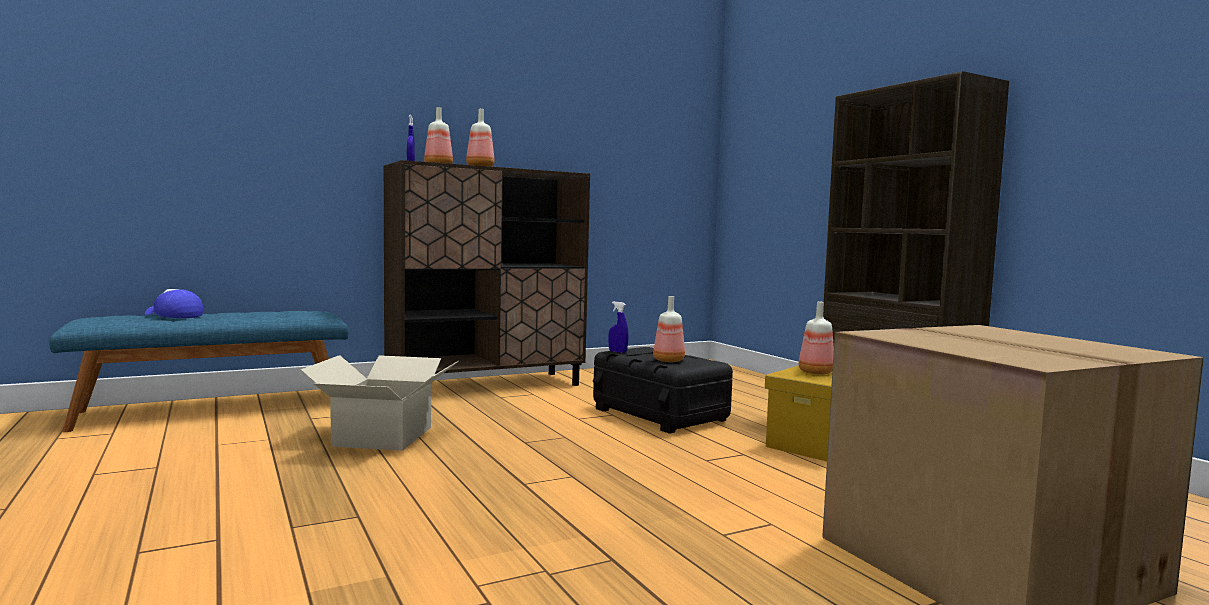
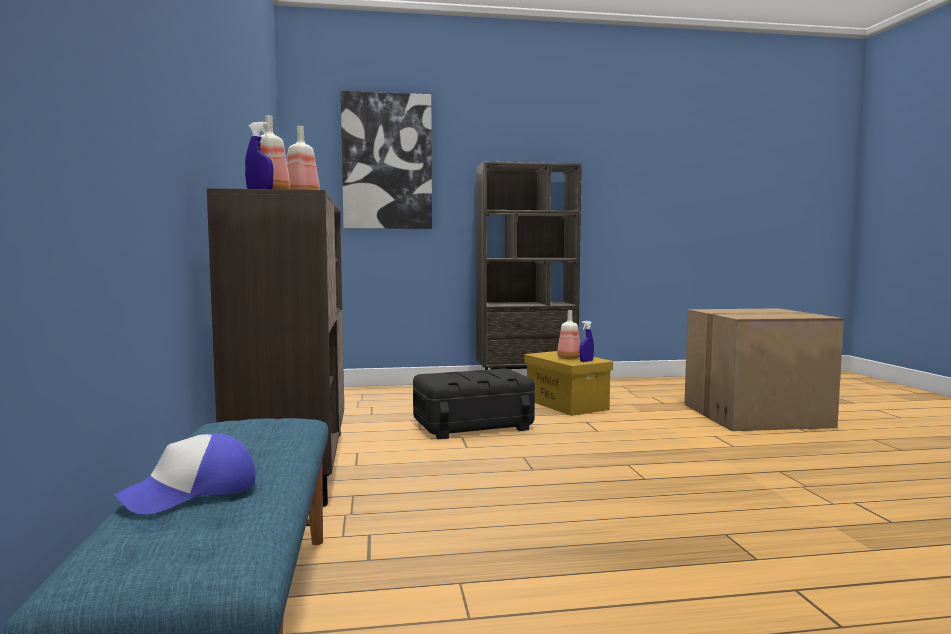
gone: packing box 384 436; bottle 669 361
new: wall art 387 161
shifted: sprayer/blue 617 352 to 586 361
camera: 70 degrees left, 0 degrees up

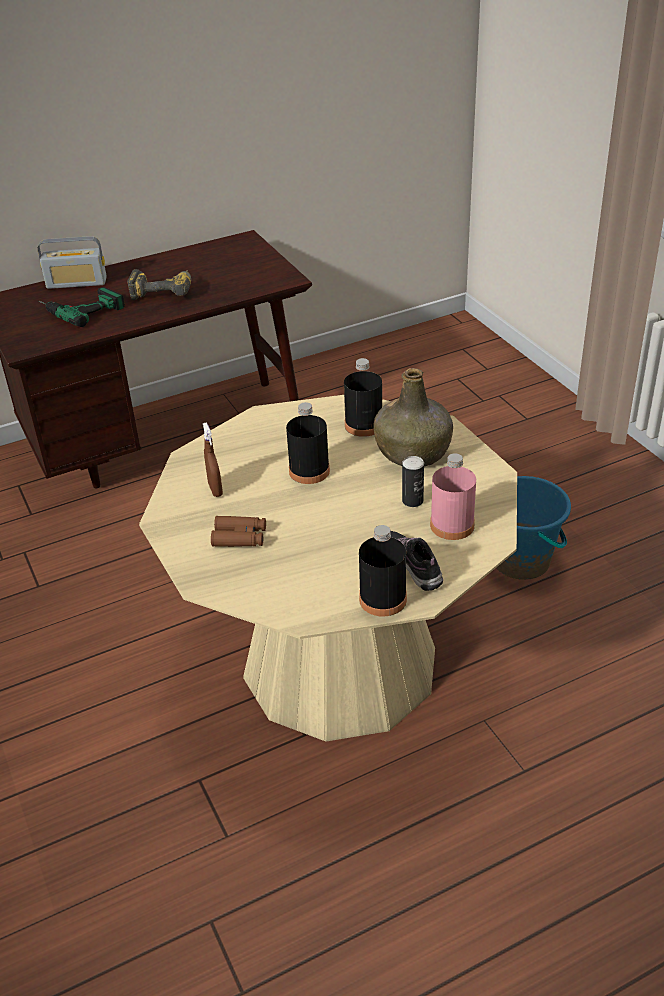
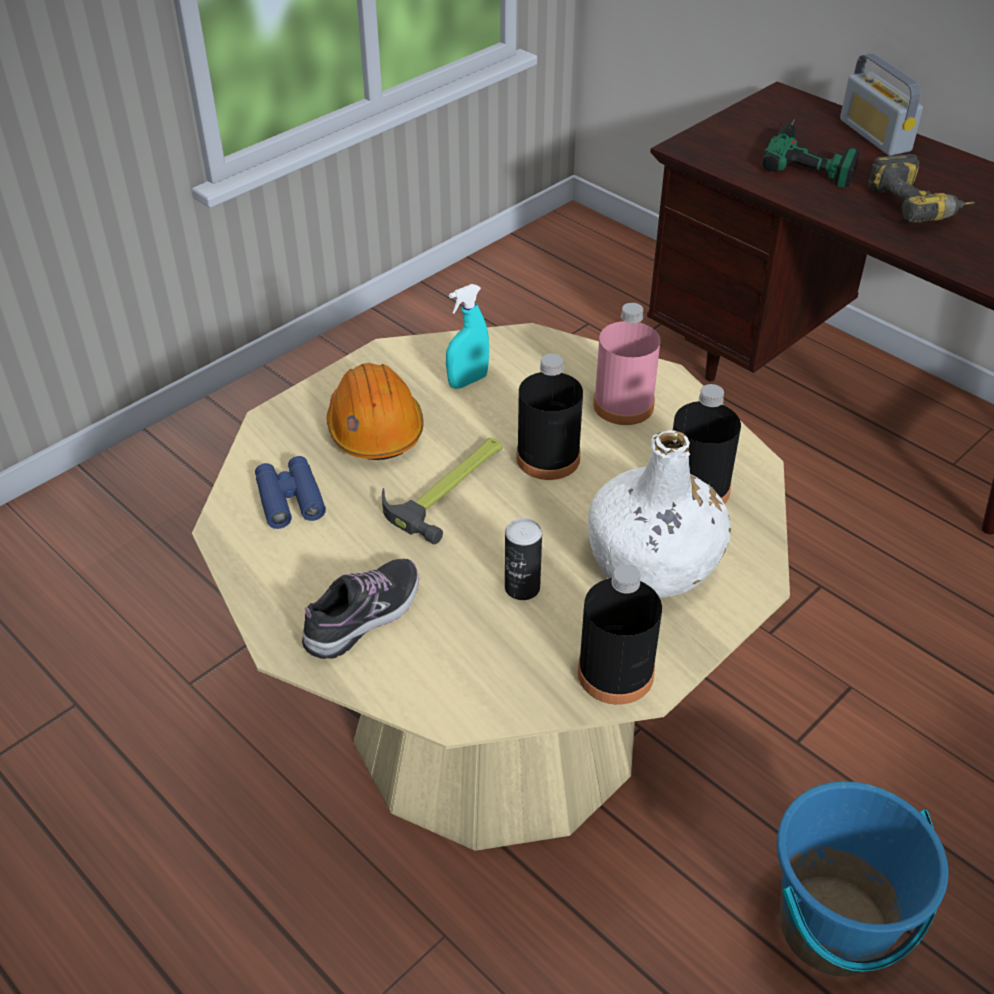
new: binoculars/blue 290 499; tool hammer 450 487
shifted: bottle/black 383 599 to 615 673; bottle/pink 452 525 to 623 405
swapped: binoculars/brown-coloured 239 537 to work helmet/orangey 375 428
repainted: sprayer/brown-coloured 215 489 to sprayer/turquoise-coloured 468 381; bottle/greenish 413 451 to bottle/white 654 563
camera: 70 degrees right, 5 degrees up

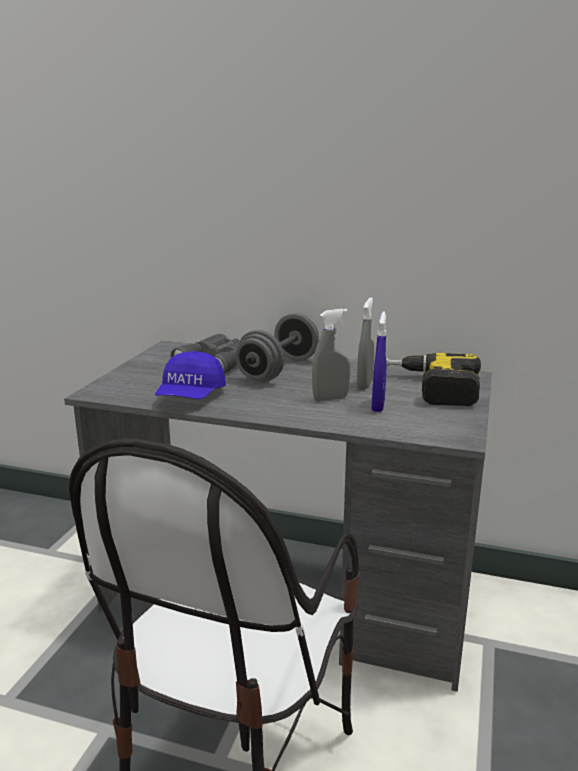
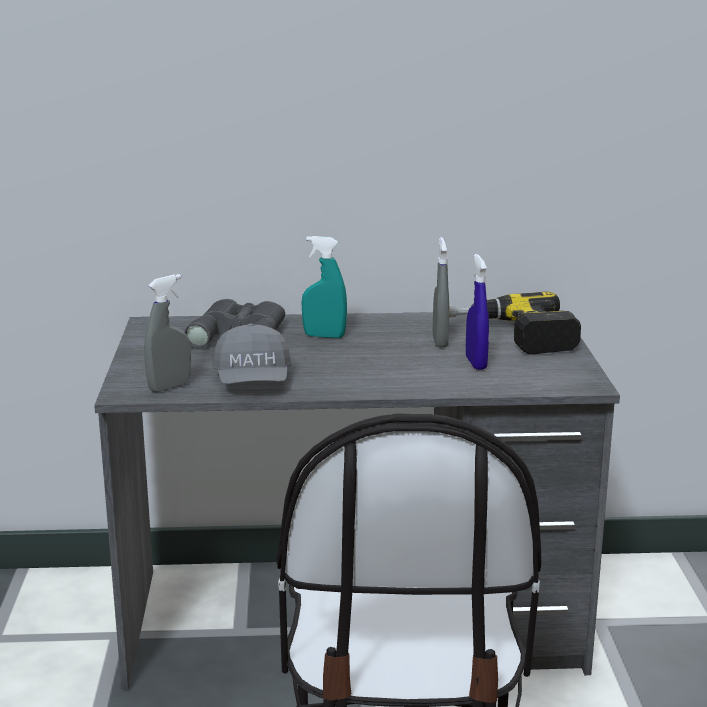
shifted: sprayer/greyish 330 398 to 169 387
swapped: hand weight/greyish 279 369 to sprayer/turquoise-coloured 324 336
repainted: baseball cap/blue 190 396 to baseball cap/greyish 253 381
camera: 20 degrees left, 0 degrees up

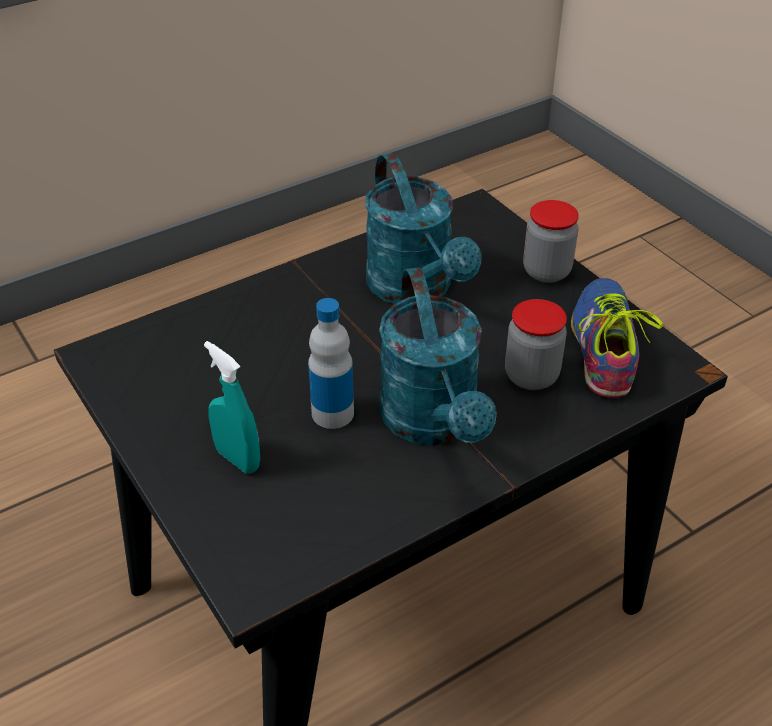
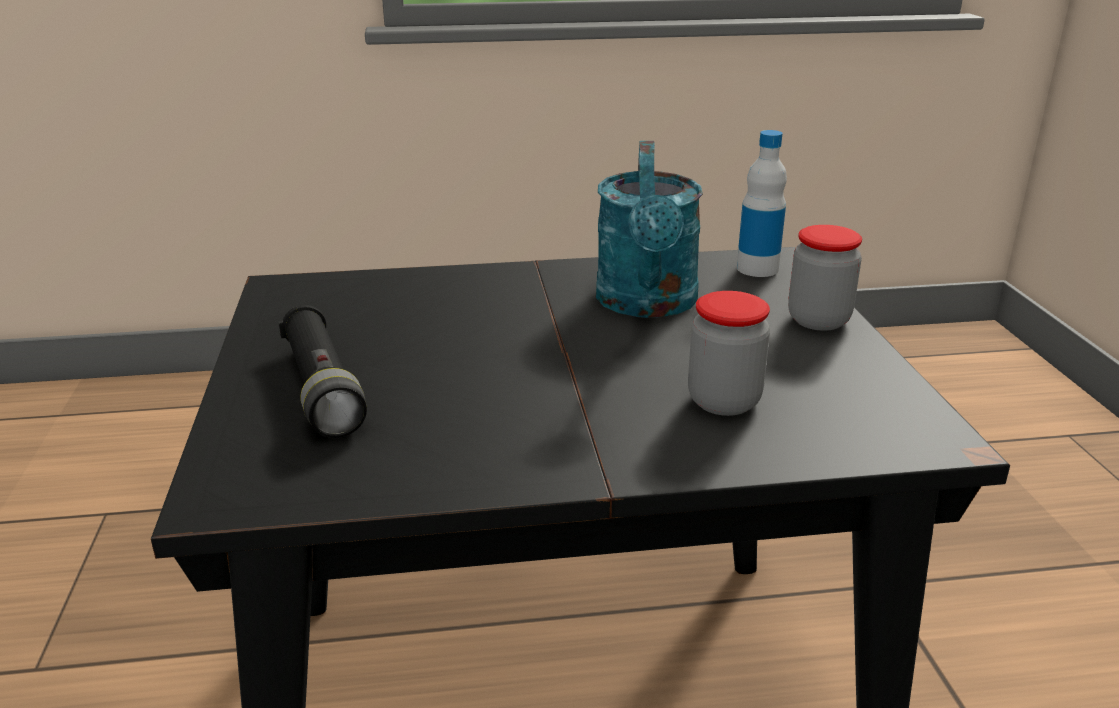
gone: sprinkling can/turquoise-coloured 435 424; shoe 603 345
shifted: bottle 332 413 to 757 268
swapped: sprayer/turquoise-coloured 237 459 to torch/black 322 390
camera: 25 degrees right, 15 degrees down

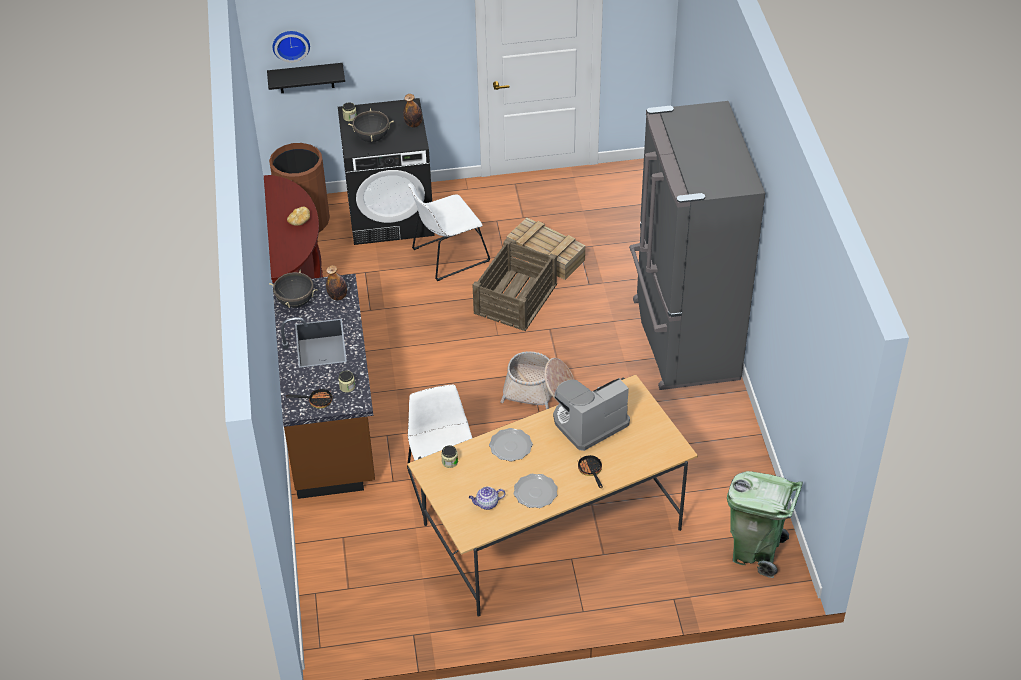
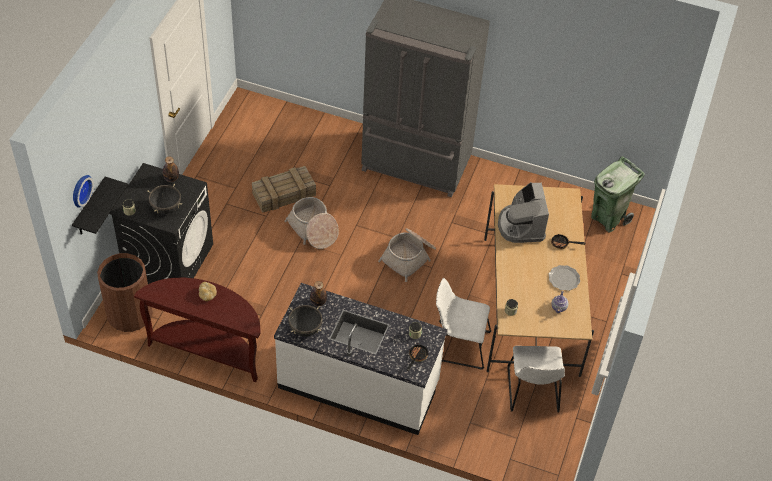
gone: flat dish 511 446
shifted: upright chair/white 447 256 to 533 392
swapped: shipping crate 514 298 to storage basket 313 230
repainted: counter/brown-coloured 331 423 to counter/white 358 385
camera: 65 degrees left, 5 degrees up

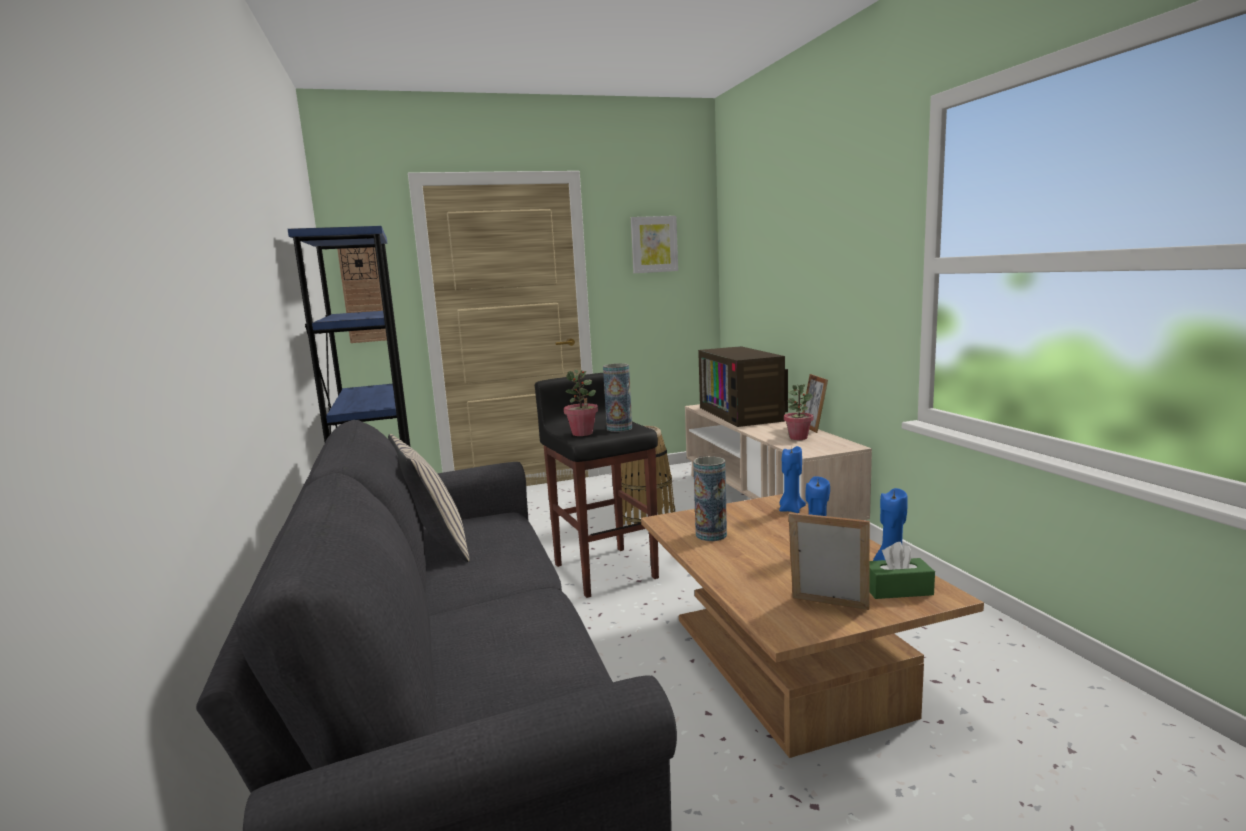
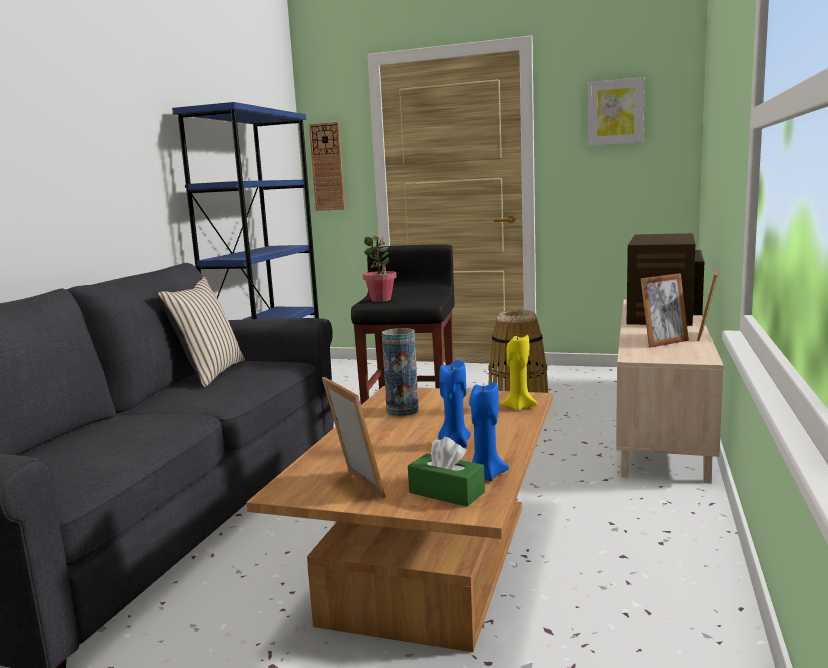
gone: decorative vase 619 428
swapped: plant in a pot 798 437 to picture frame 664 342
repainted: wax light/blue 791 510 to wax light/yellowish 518 407
camera: 35 degrees right, 0 degrees up

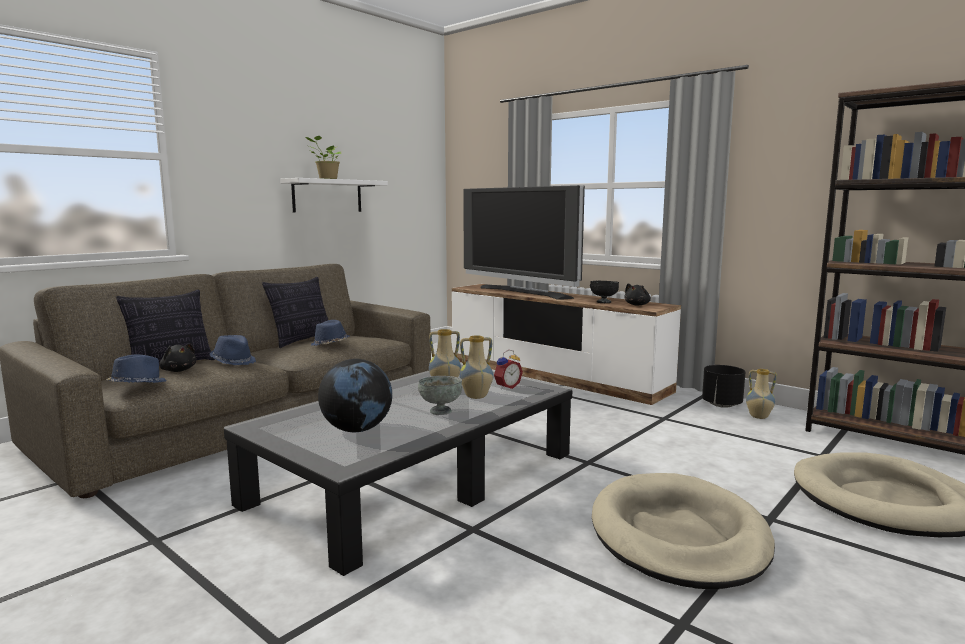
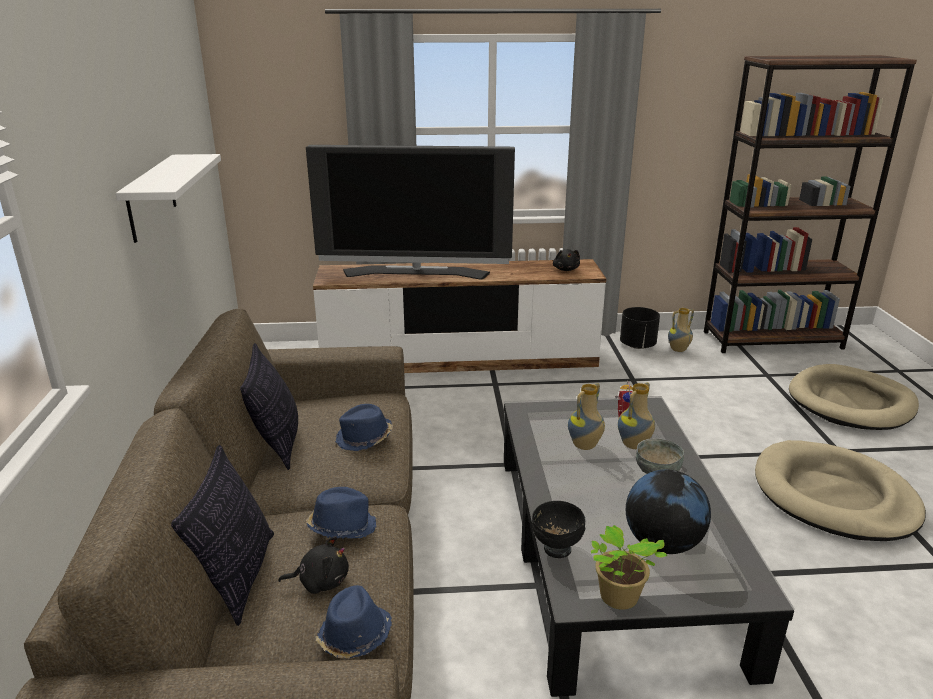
shifted: plant in a pot 326 179 to 618 599; deep dish/black 603 302 to 556 548
camera: 45 degrees left, 15 degrees up

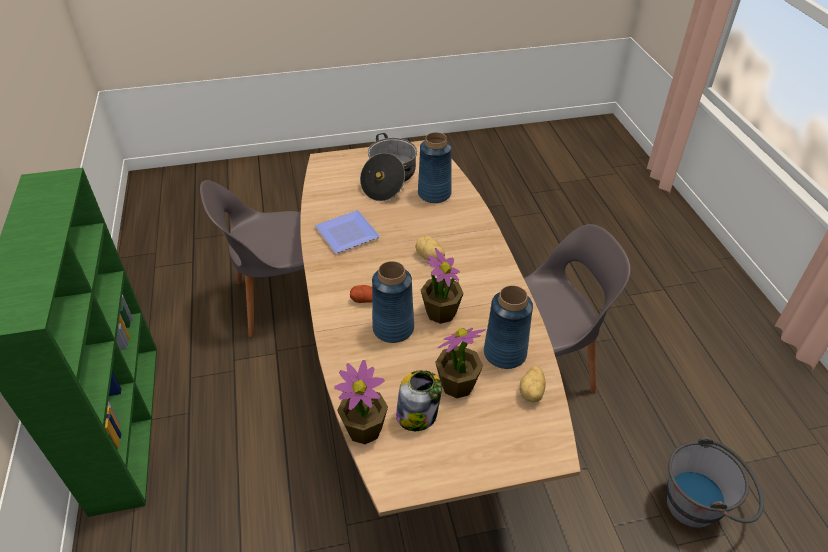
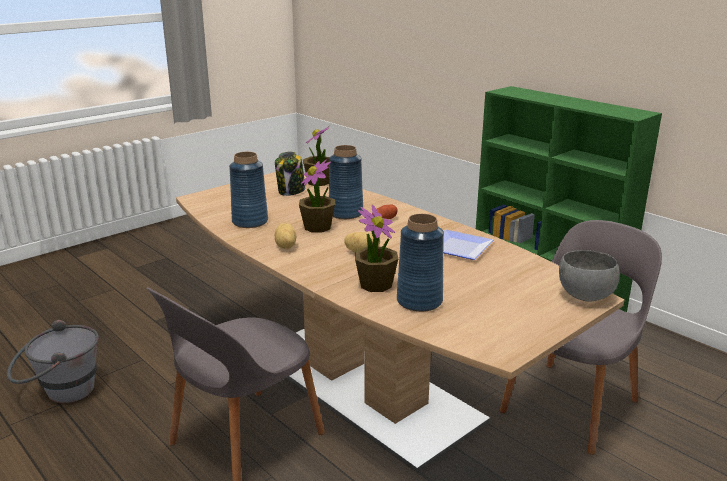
gone: cooking pot 389 179
new: deep dish/greyish 584 296
shifted: plant in a pot 457 385 to 375 284; potato 532 392 to 285 246
camera: 150 degrees right, 20 degrees down

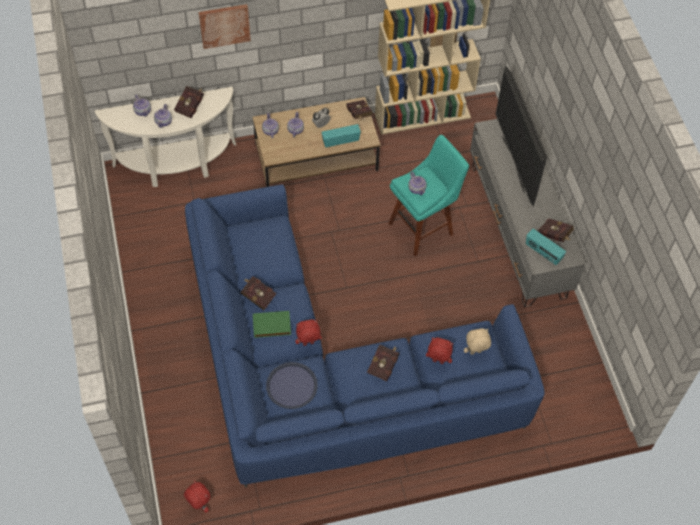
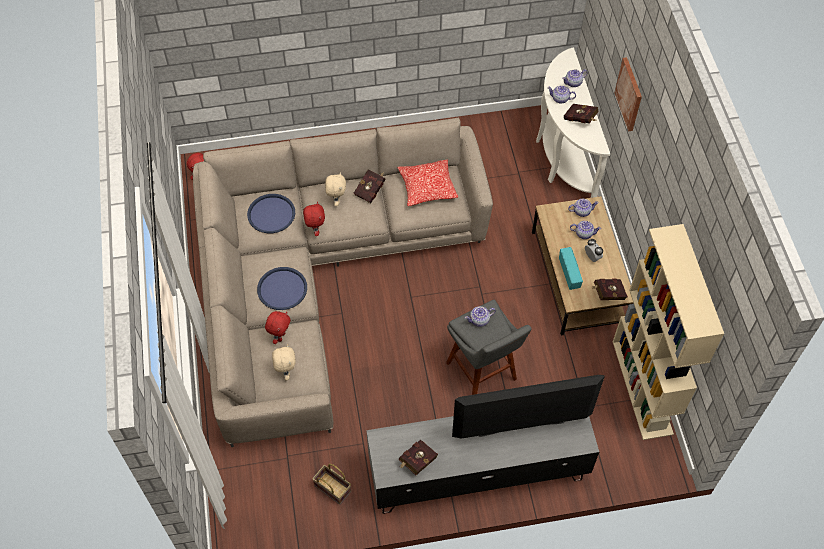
gone: radio receiver 543 253
new: storage basket 334 488; cushion 427 187
swapped: book/greenish 271 326 to plush toy/beige-coloured 336 200; book/reddish 384 365 to carrying tray/blue 282 289
repainted: couch/blue 328 371 to couch/beige-coloured 317 276; sitting stool/turquoise-coloured 423 227 to sitting stool/greyish 483 374
camera: 95 degrees right, 0 degrees up

